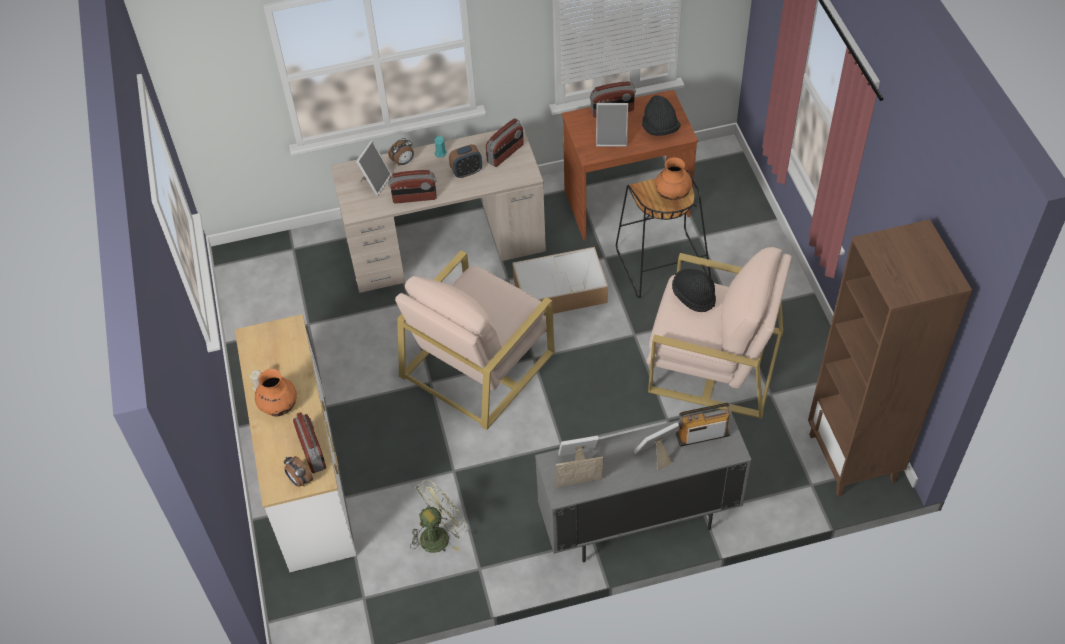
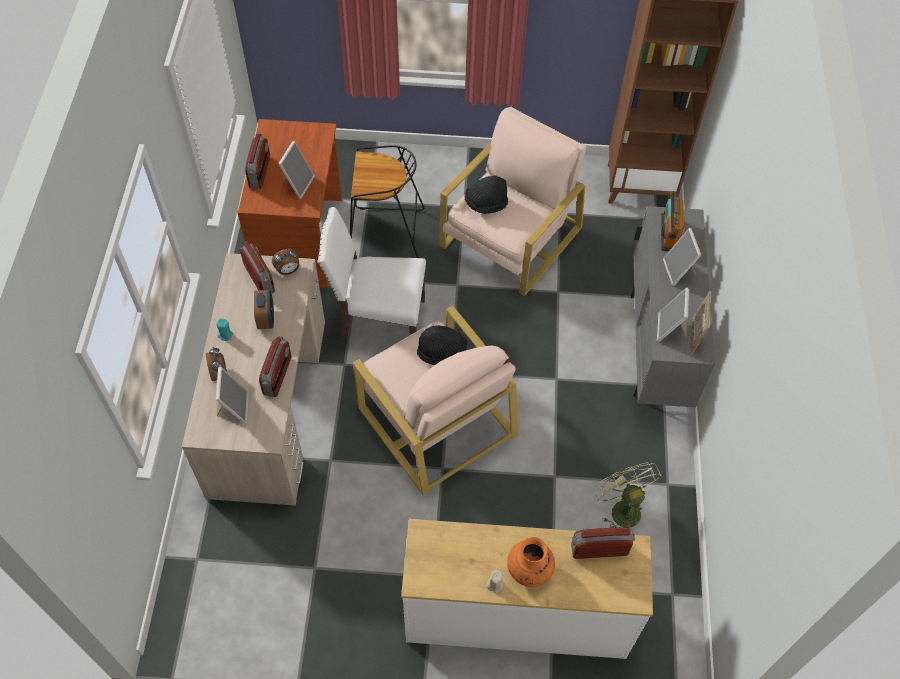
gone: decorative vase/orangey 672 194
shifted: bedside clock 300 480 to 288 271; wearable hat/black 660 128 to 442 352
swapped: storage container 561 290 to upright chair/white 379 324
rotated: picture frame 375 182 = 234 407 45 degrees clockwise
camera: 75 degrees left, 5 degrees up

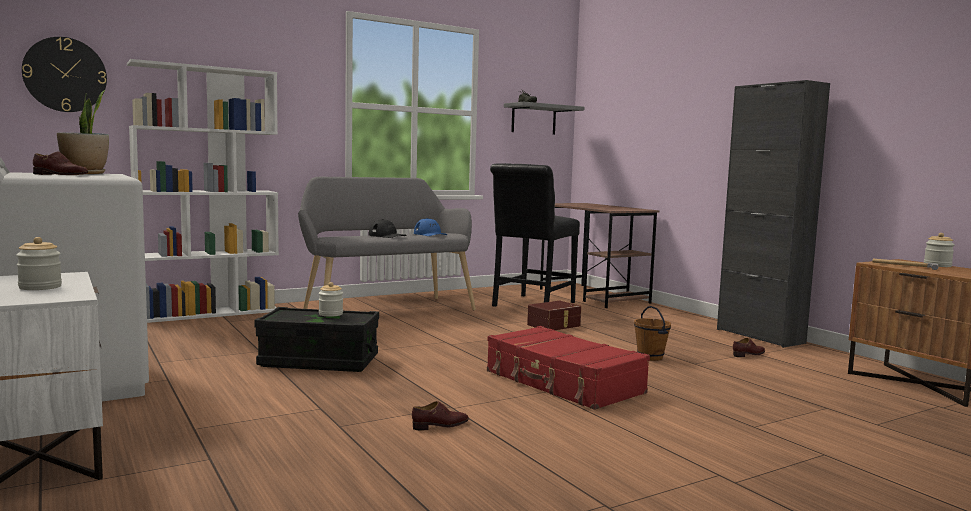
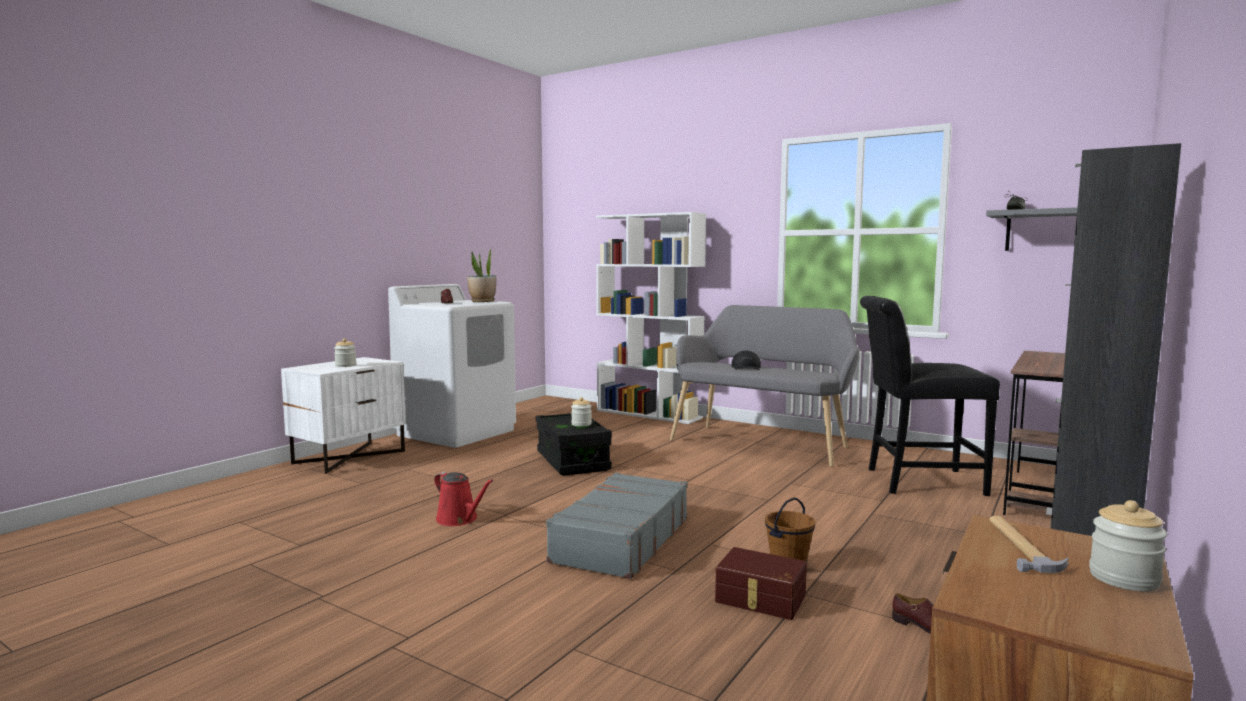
gone: hanging clock 65 74; baseball cap/blue 430 234
shifted: storage container/brown-coloured 554 325 to 760 599
swapped: shoe/brown-coloured 440 425 to sprinkling can/reddish 459 519
repainted: travel case/reddish 563 383 to travel case/greyish 620 540
camera: 65 degrees right, 0 degrees up

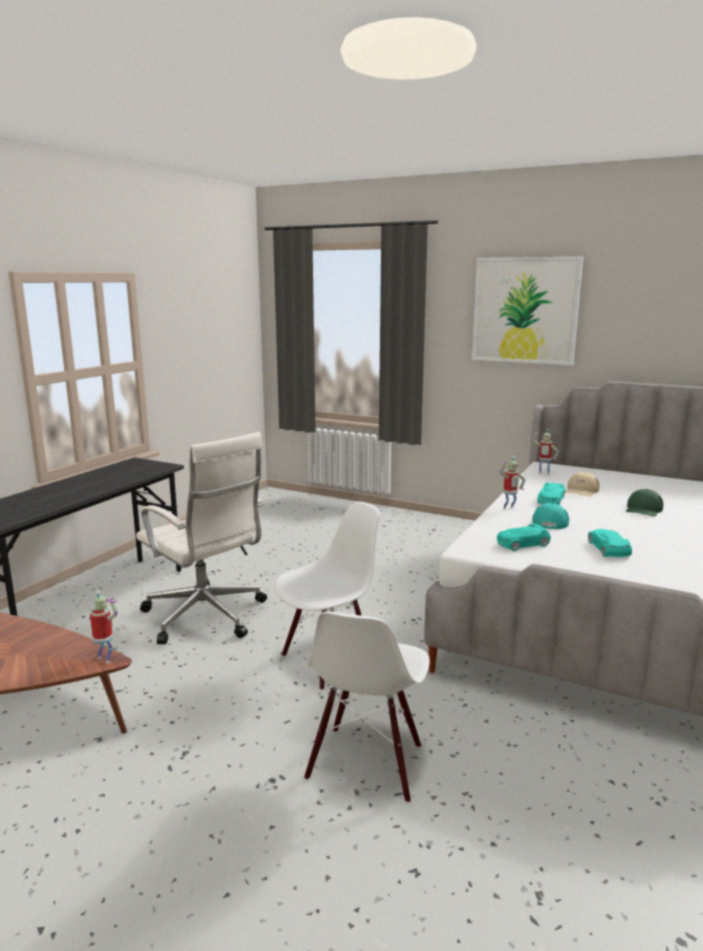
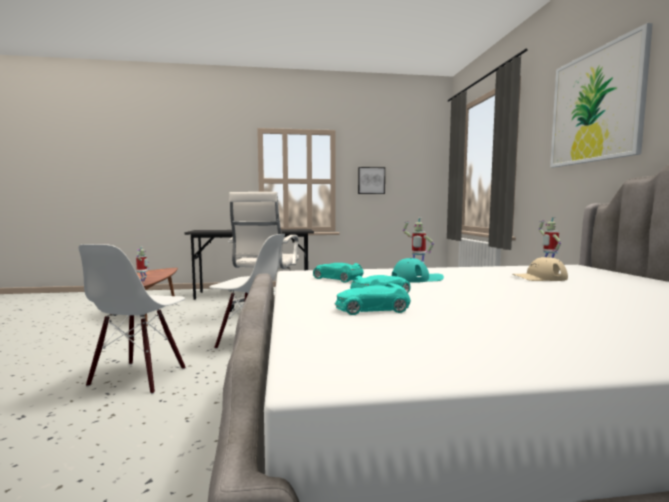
gone: baseball cap/greenish 643 509
new: wall art 371 180
shifted: toy car/turquoise-coloured 550 500 to 371 309
rotated: upright chair/white 366 763 = 139 377 60 degrees counterclockwise
camera: 55 degrees right, 10 degrees down

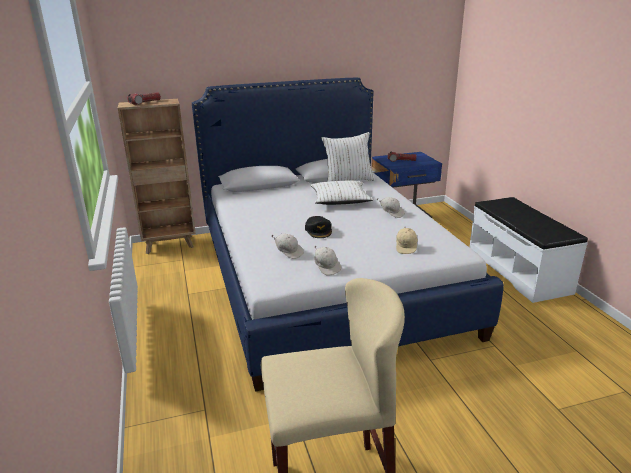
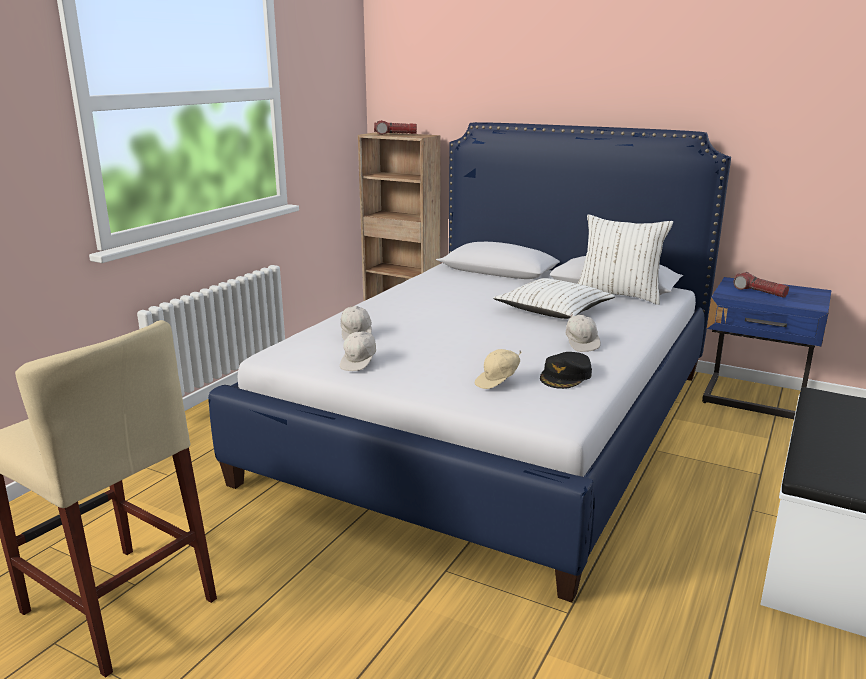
shifted: baseball cap/black 319 230 to 566 376
camera: 45 degrees right, 5 degrees down

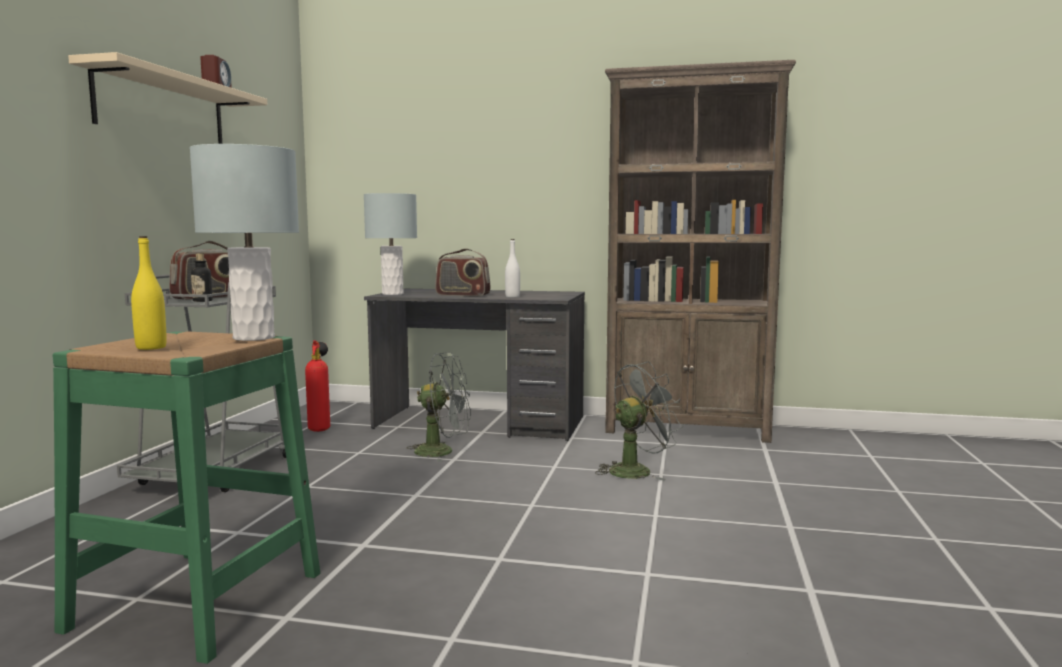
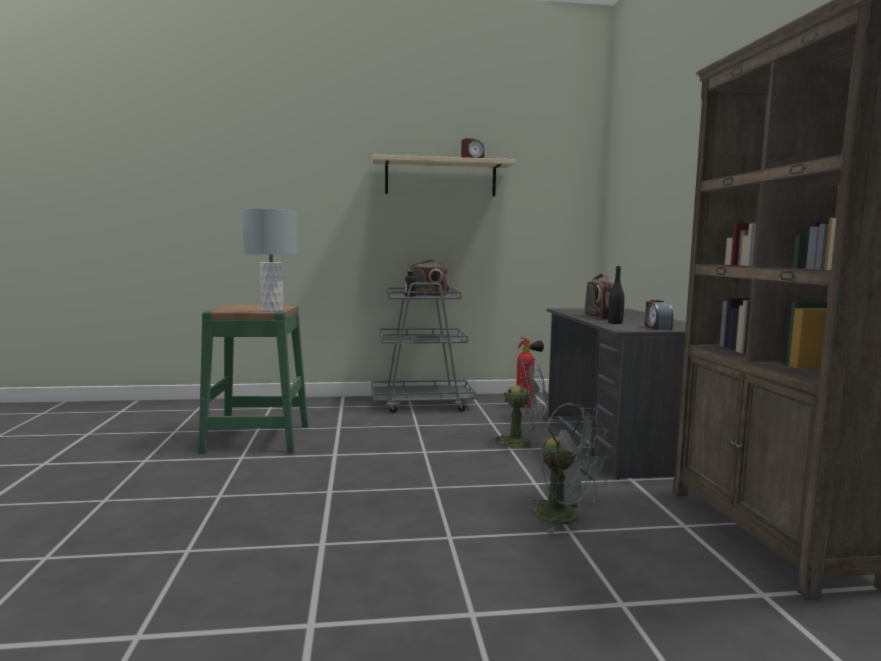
gone: bottle/yellowish 151 347; table lamp/greyish 393 294
new: bedside clock 657 327
repainted: bottle/white 512 296 to bottle/black 615 323
rotated: fan/greyish 443 452 = 523 443 75 degrees counterclockwise
camera: 70 degrees right, 0 degrees up

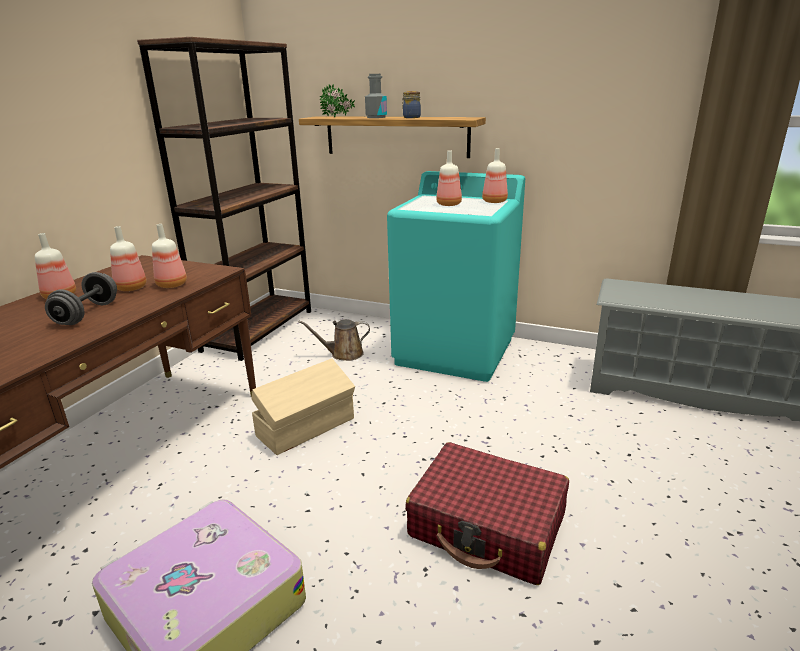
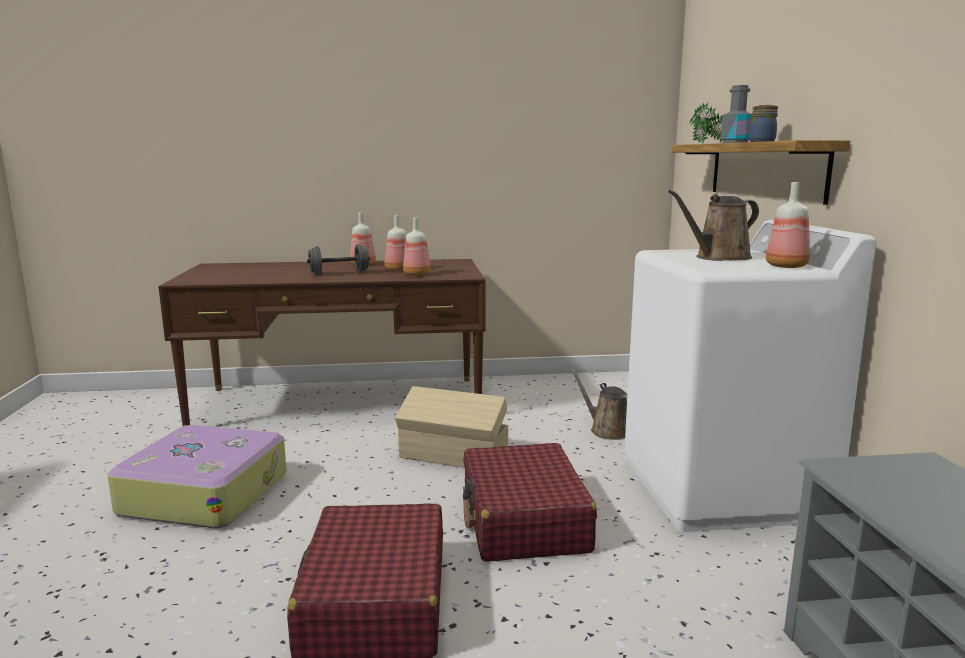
gone: shelving unit/brown-coloured 259 330
new: travel case/reddish 523 520
swapped: bottle 449 204 to sprinkling can/brown-coloured 718 258
repainted: washing machine/turquoise-coloured 455 351 to washing machine/white 721 489
camera: 60 degrees right, 10 degrees down

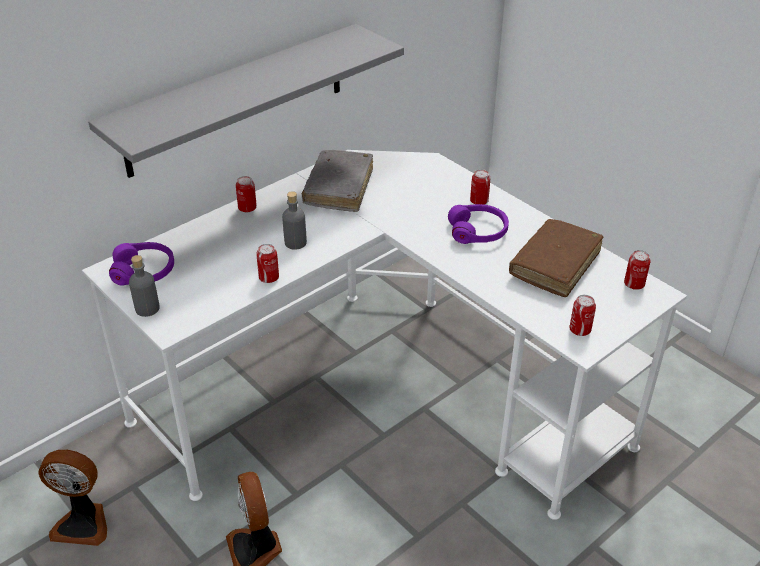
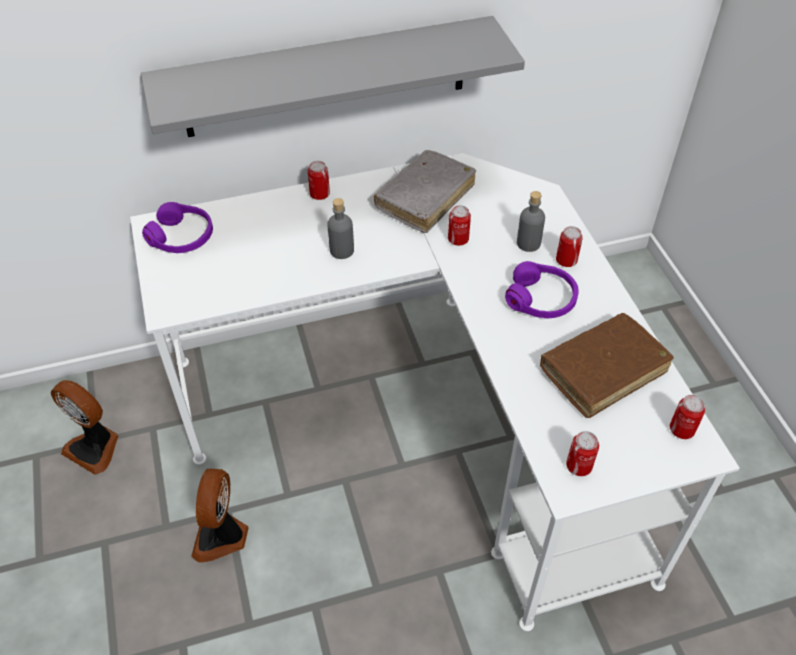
shifted: bottle/greyish 147 308 to 528 243; can 269 278 to 458 240
camera: 25 degrees right, 10 degrees up

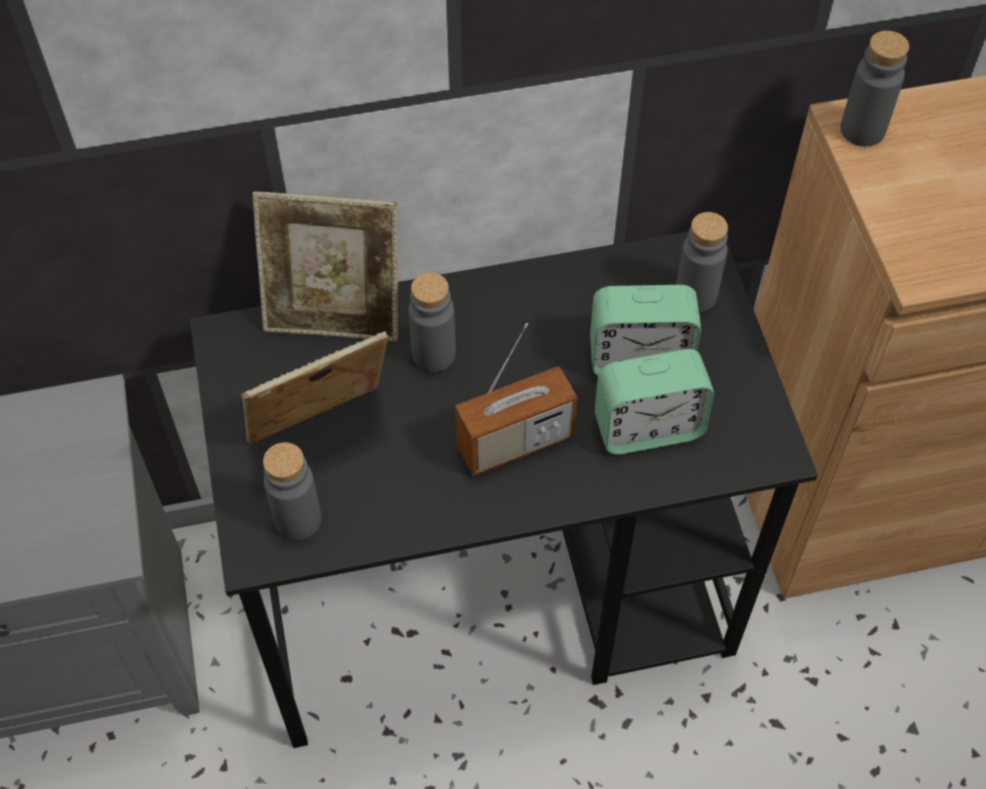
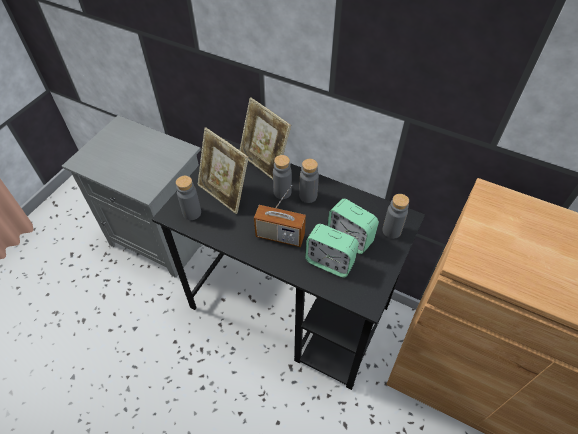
shifted: bottle/greyish 862 130 to 308 196
rotated: picture frame 322 433 = 224 193 150 degrees counterclockwise
camera: 40 degrees right, 5 degrees down

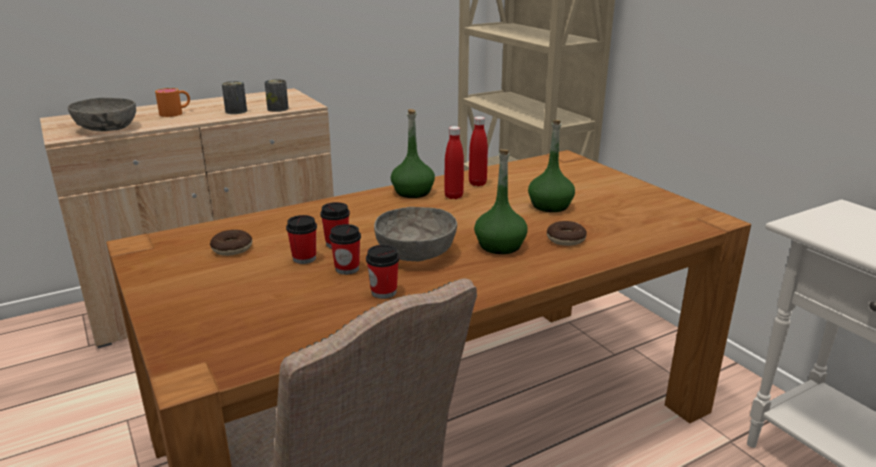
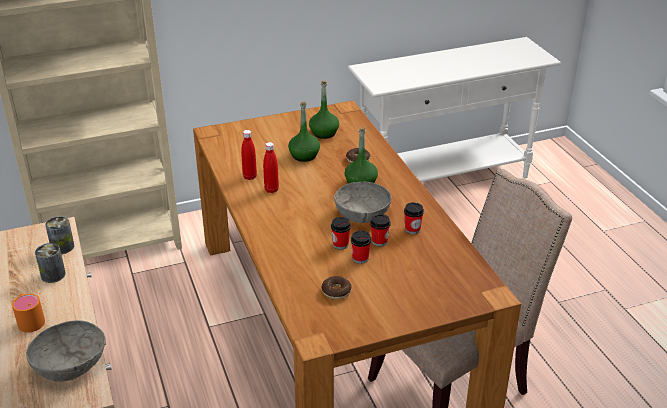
shifted: bottle/greenish 413 192 to 324 133
camera: 80 degrees left, 10 degrees up

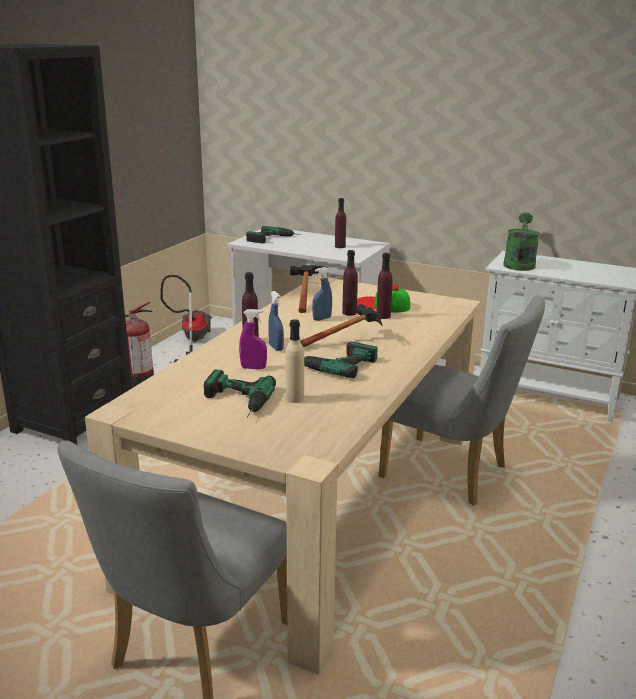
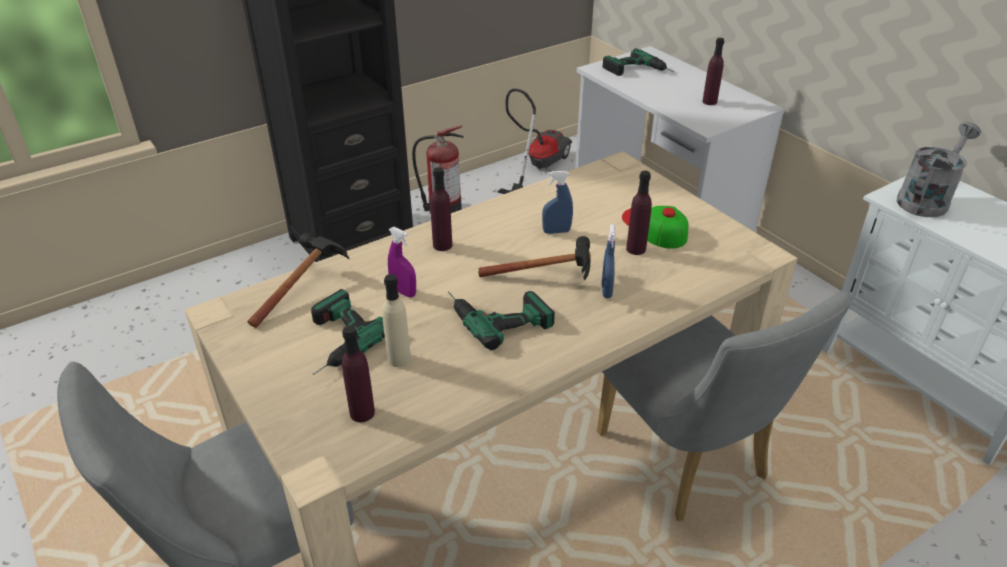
shifted: sprayer/blue 276 347 to 606 290; tool hammer 305 297 to 305 287; bottle/purple-coloured 349 313 to 362 413
repainted: sprinkling can/greenish 519 263 to sprinkling can/greyish 926 199
camera: 30 degrees right, 15 degrees up

